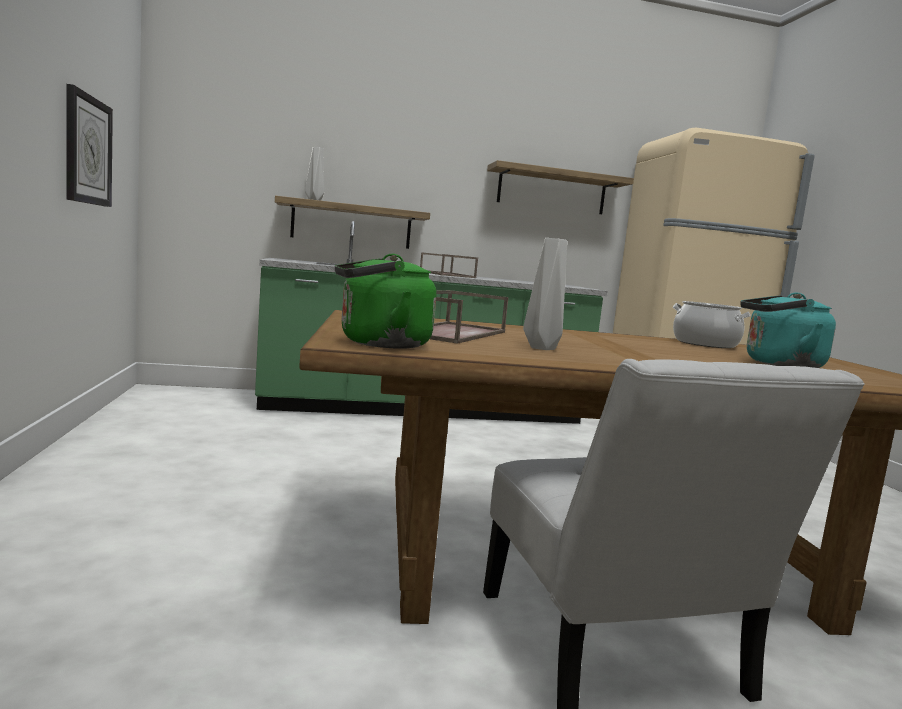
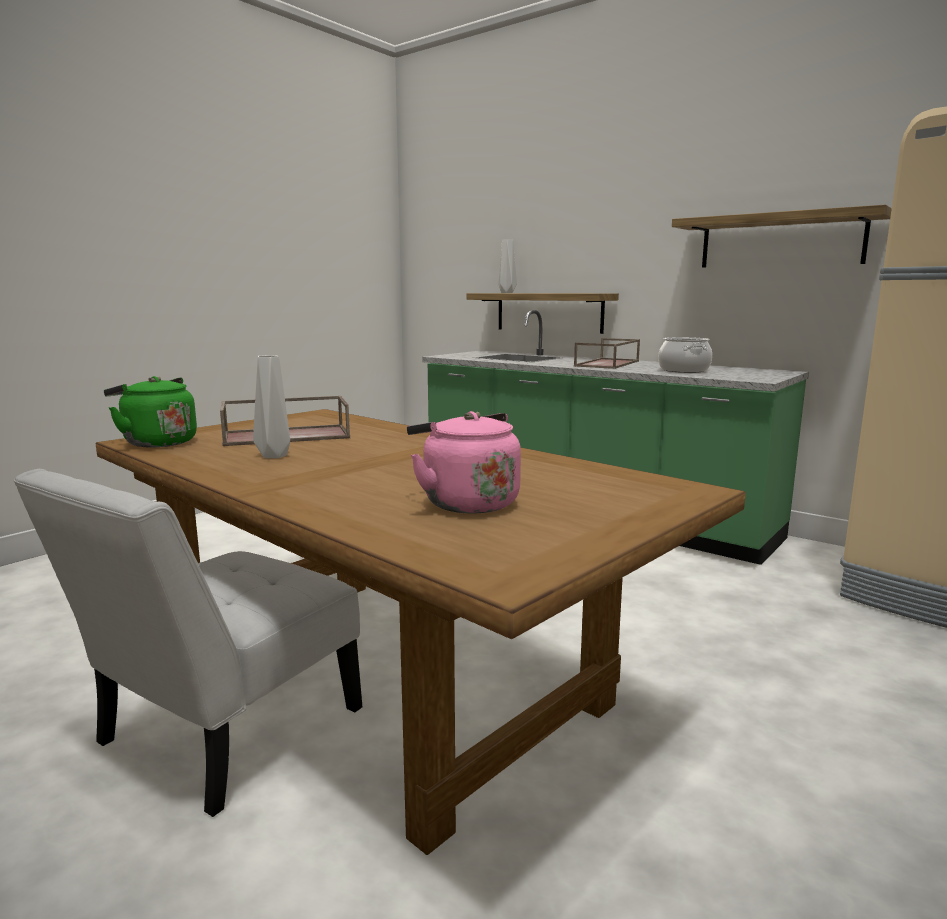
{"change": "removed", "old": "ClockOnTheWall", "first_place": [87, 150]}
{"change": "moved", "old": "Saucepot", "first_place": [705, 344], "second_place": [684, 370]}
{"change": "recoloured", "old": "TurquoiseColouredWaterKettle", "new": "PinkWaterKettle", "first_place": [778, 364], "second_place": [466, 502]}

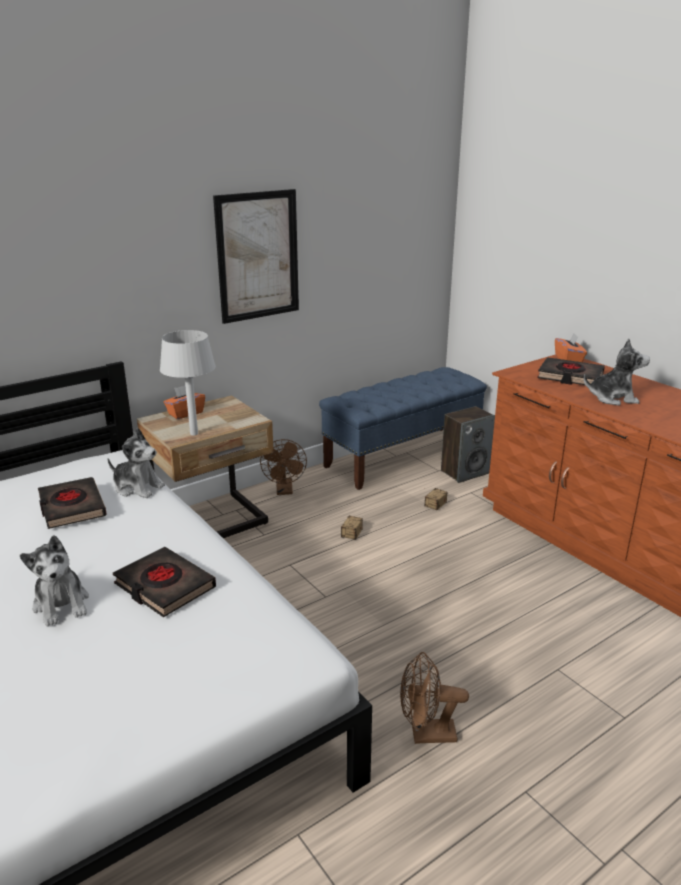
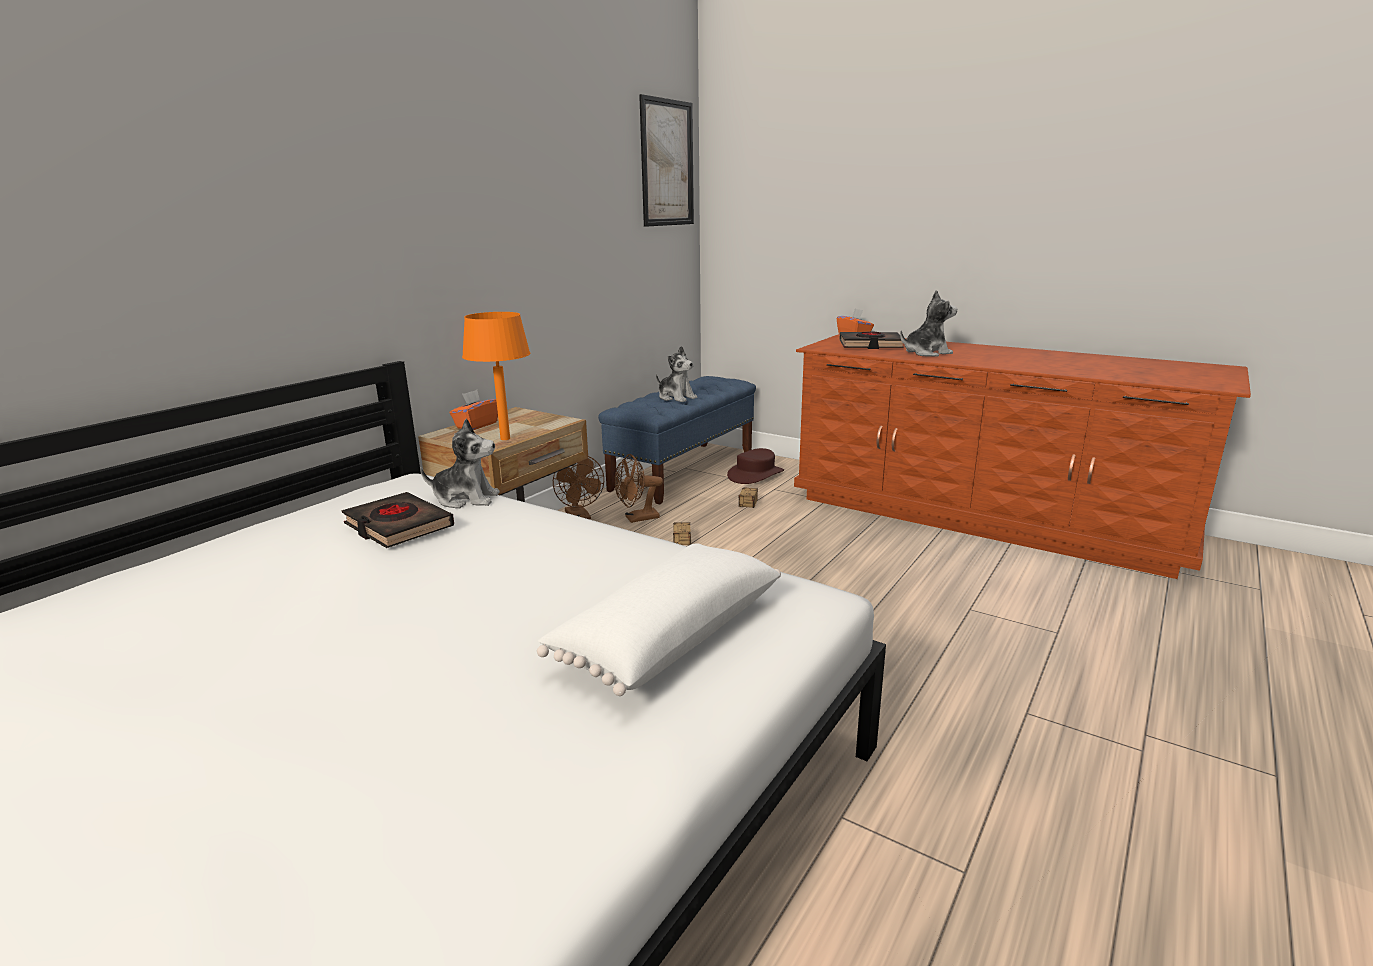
{"change": "moved", "old": "CuddlyToy", "first_place": [62, 604], "second_place": [676, 397]}
{"change": "removed", "old": "BlackishBook", "first_place": [164, 586]}
{"change": "recoloured", "old": "GreyishTabletopLamp", "new": "OrangeyTabletopLamp", "first_place": [194, 433], "second_place": [505, 438]}
{"change": "moved", "old": "WallArt", "first_place": [258, 256], "second_place": [667, 163]}
{"change": "moved", "old": "BrownishCoolingFan", "first_place": [426, 734], "second_place": [637, 518]}
{"change": "replaced", "old": "AudioSpeaker", "new": "BrownishClothingHat", "first_place": [465, 472], "second_place": [755, 474]}
{"change": "added", "new": "WhitishPillow", "second_place": [667, 636]}

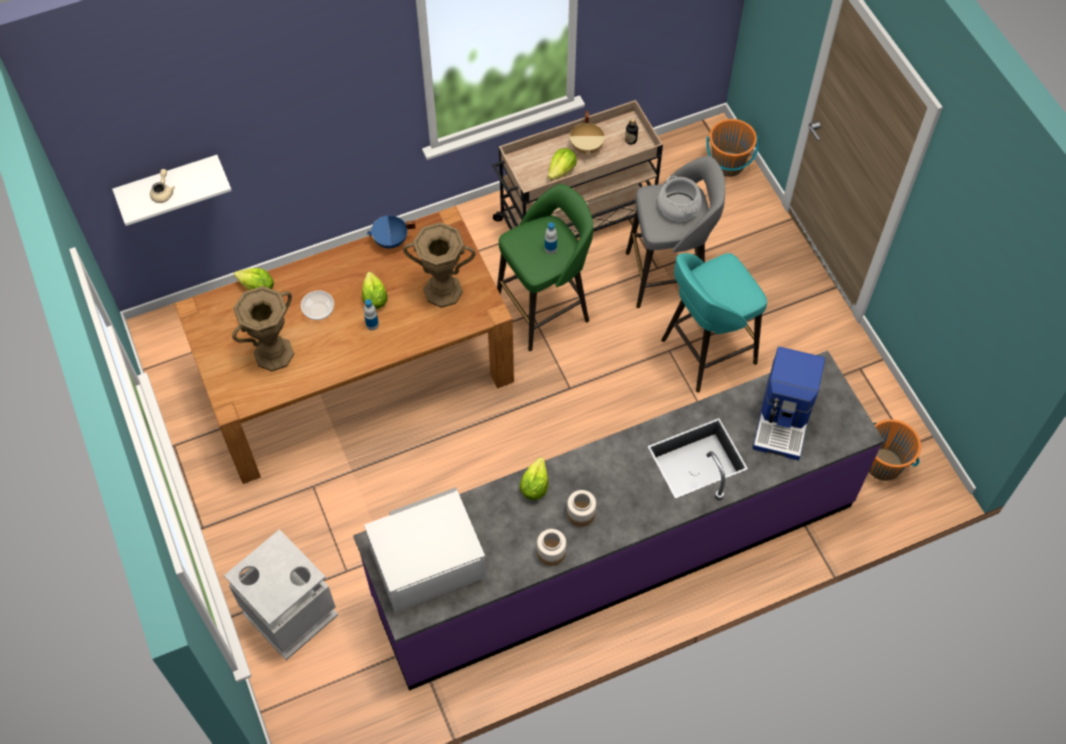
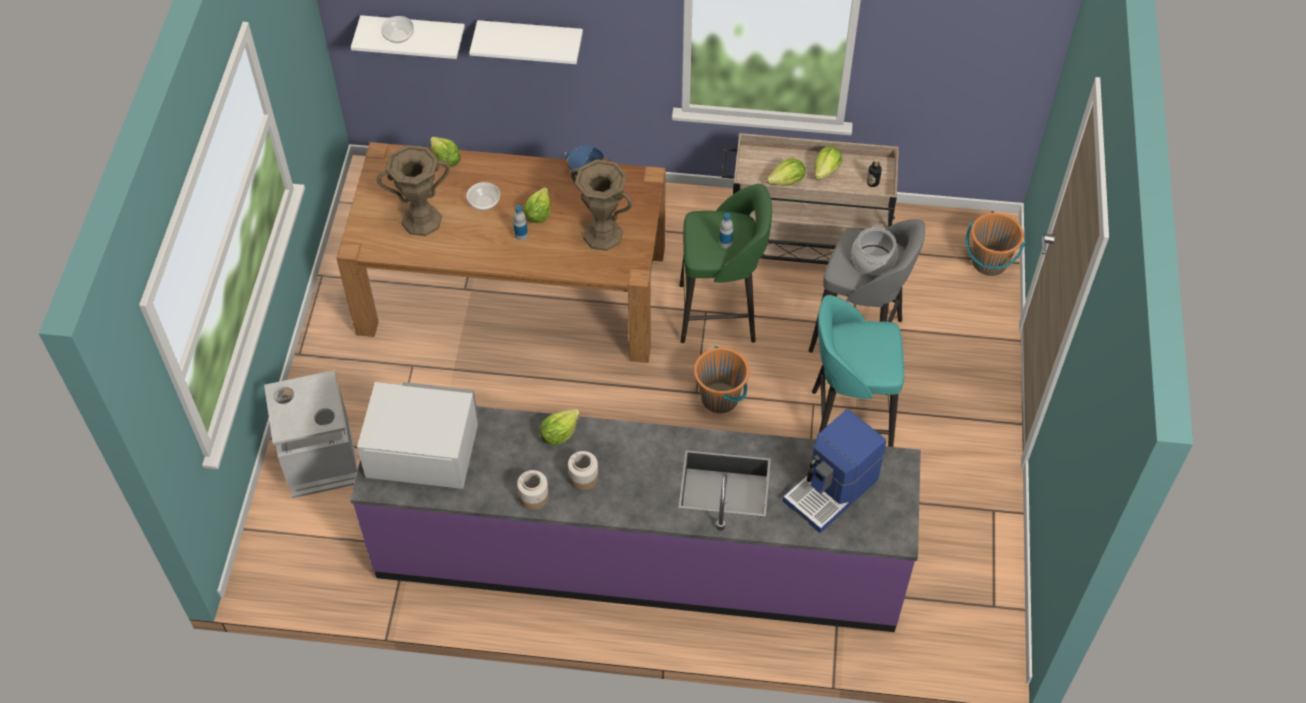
{"change": "replaced", "old": "BeigeTeaPot", "new": "Bowl", "first_place": [163, 192], "second_place": [398, 35]}
{"change": "replaced", "old": "BeigeSaucepot", "new": "Lettuce", "first_place": [587, 147], "second_place": [826, 171]}
{"change": "moved", "old": "OrangeyWaterBucket", "first_place": [883, 464], "second_place": [720, 398]}
{"change": "added", "new": "WhitishBracketShelf", "second_place": [531, 39]}

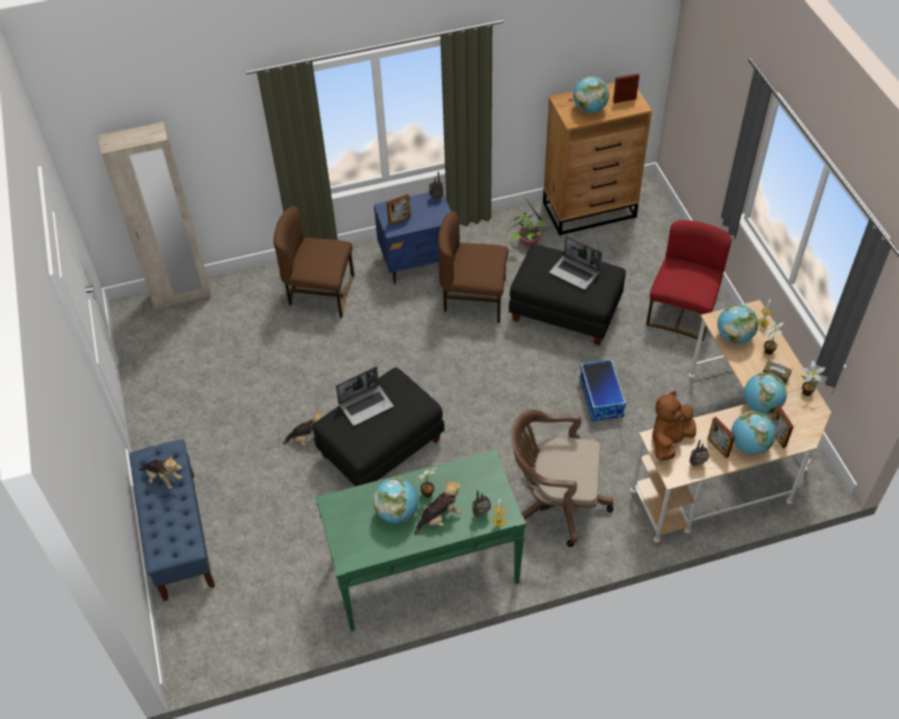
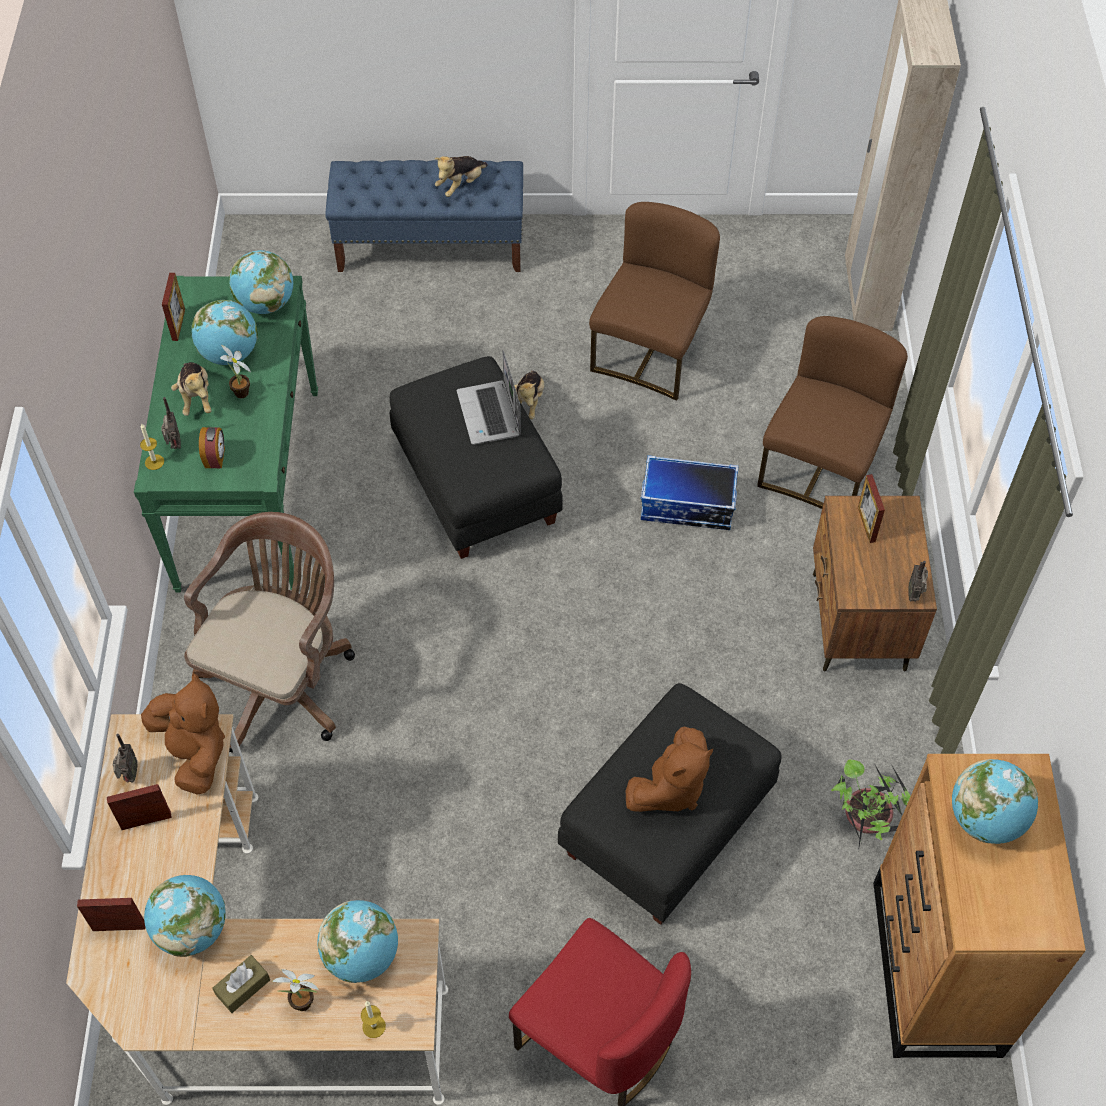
{"change": "recoloured", "old": "BlueColouredNightTable", "new": "BrownishNightTable", "first_place": [418, 262], "second_place": [857, 622]}
{"change": "moved", "old": "BrownishPlainChair", "first_place": [474, 299], "second_place": [651, 353]}
{"change": "replaced", "old": "NotebookComputer", "new": "BrownishCuddlyToy", "first_place": [575, 273], "second_place": [670, 788]}
{"change": "moved", "old": "StorageBox", "first_place": [601, 398], "second_place": [686, 506]}
{"change": "moved", "old": "PhotoFrame", "first_place": [624, 100], "second_place": [178, 325]}
{"change": "moved", "old": "WorldGlobe", "first_place": [749, 445], "second_place": [265, 304]}
{"change": "removed", "old": "PlantInAPot", "first_place": [805, 392]}
{"change": "added", "new": "TableClock", "second_place": [215, 458]}

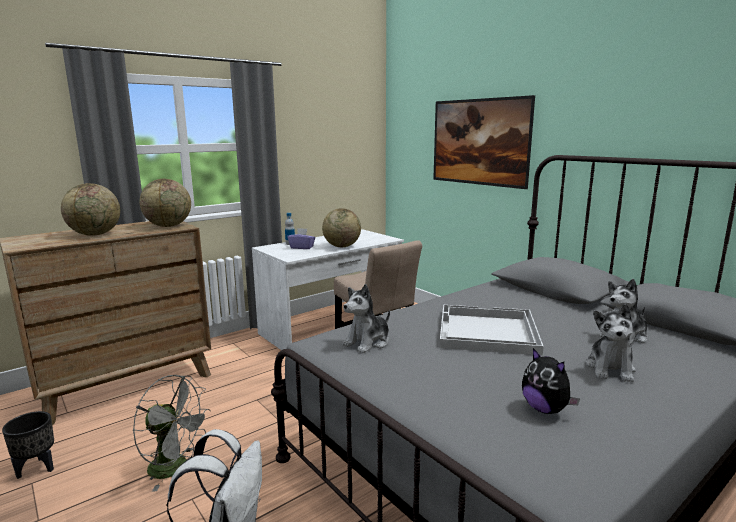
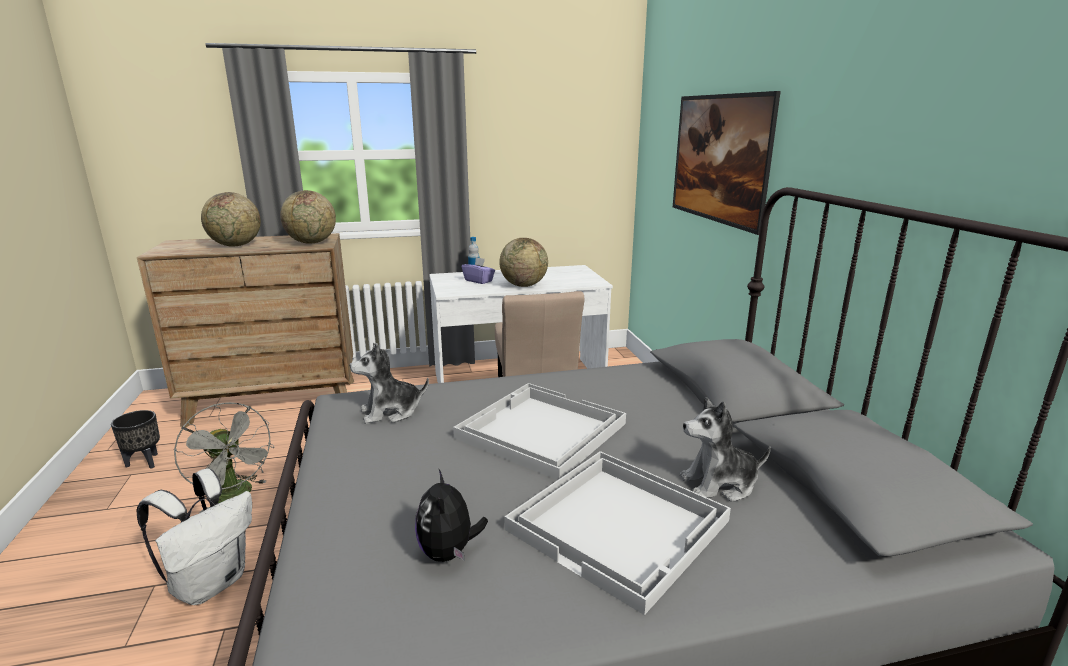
{"change": "replaced", "old": "CuddlyToy", "new": "WhitishCarryingTray", "first_place": [610, 368], "second_place": [620, 525]}

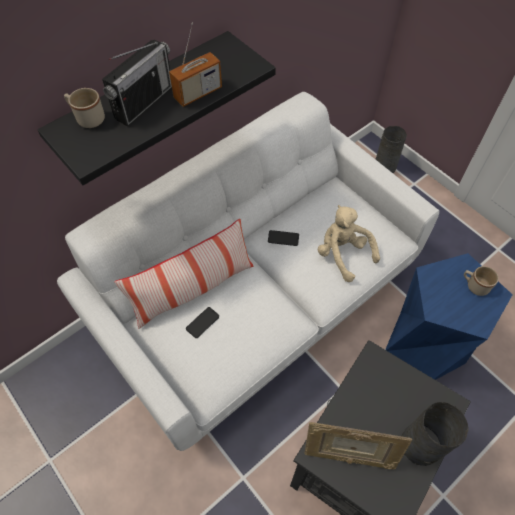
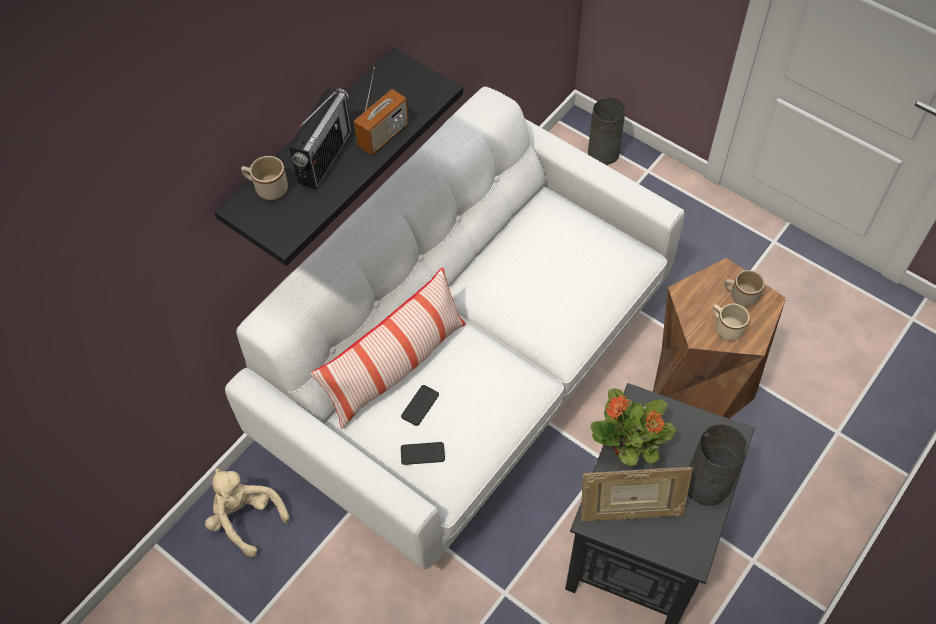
{"change": "moved", "old": "Phone", "first_place": [283, 238], "second_place": [422, 453]}
{"change": "moved", "old": "BeigeCuddlyToy", "first_place": [343, 254], "second_place": [245, 518]}
{"change": "recoloured", "old": "BlueColouredSittingStool", "new": "BrownishSittingStool", "first_place": [424, 345], "second_place": [699, 386]}
{"change": "added", "new": "PlantInAPot", "second_place": [628, 450]}
{"change": "added", "new": "BeigeMug", "second_place": [725, 327]}

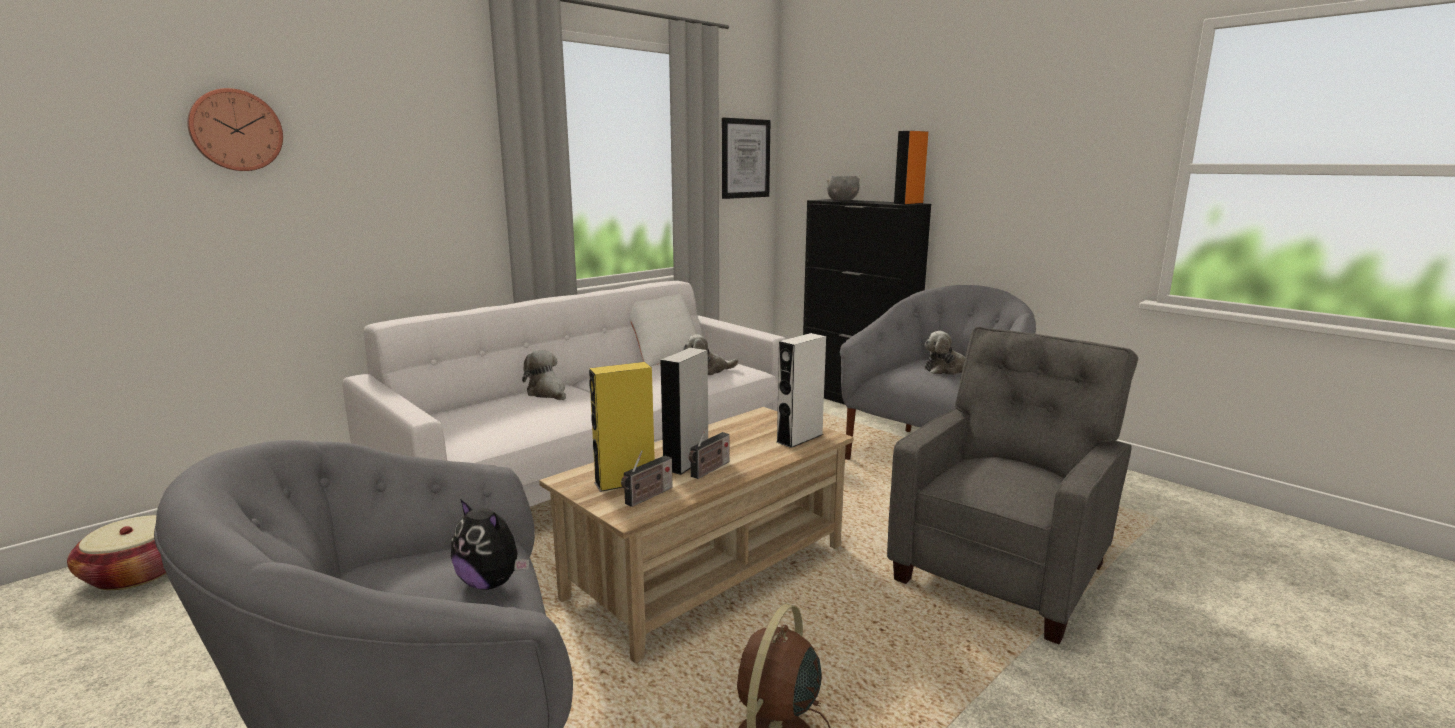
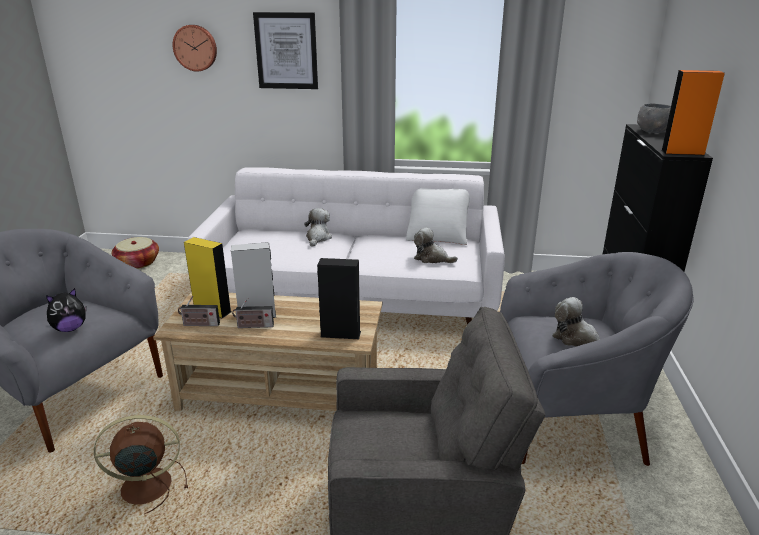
{"change": "turned", "old": "CuddlyToy", "first_place": [491, 583], "second_place": [70, 328], "degrees": -120}
{"change": "moved", "old": "WallArt", "first_place": [745, 158], "second_place": [286, 51]}
{"change": "recoloured", "old": "WhitishAudioSpeaker", "new": "BlackishAudioSpeaker", "first_place": [799, 438], "second_place": [340, 334]}

